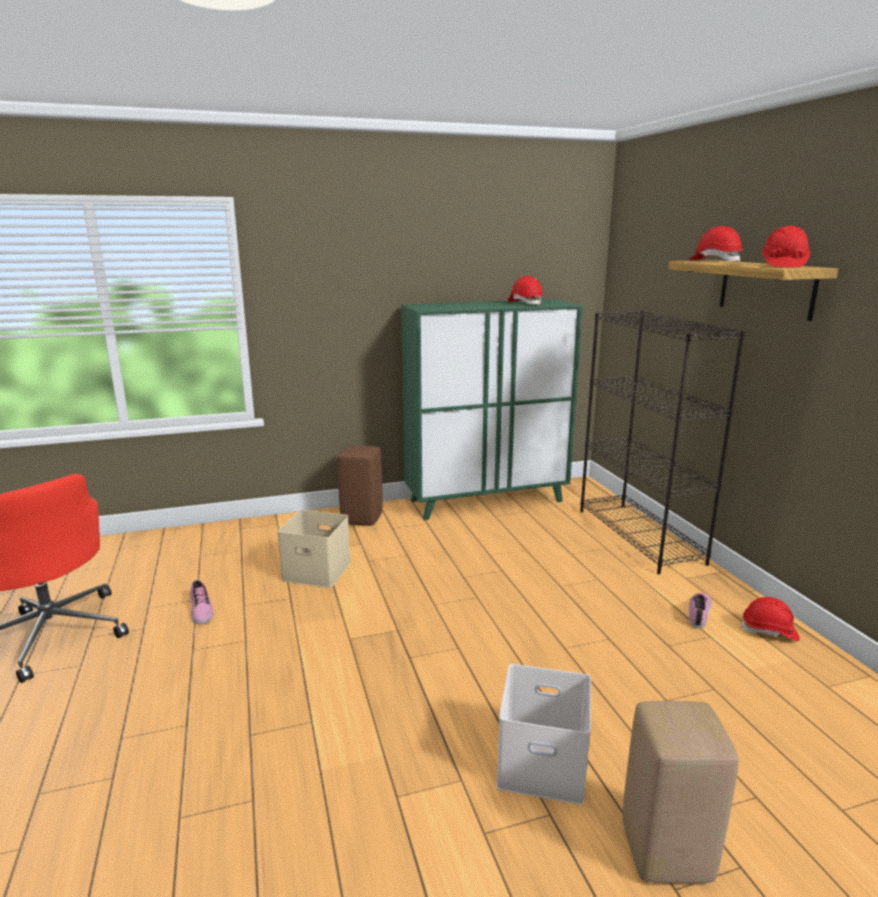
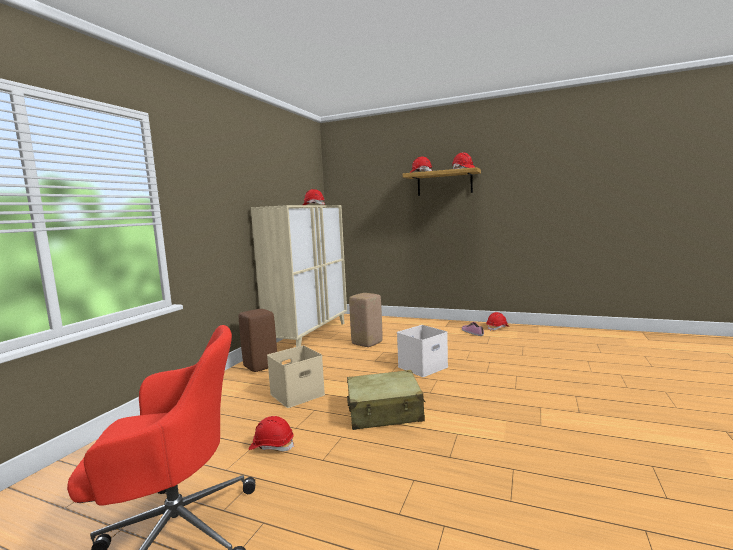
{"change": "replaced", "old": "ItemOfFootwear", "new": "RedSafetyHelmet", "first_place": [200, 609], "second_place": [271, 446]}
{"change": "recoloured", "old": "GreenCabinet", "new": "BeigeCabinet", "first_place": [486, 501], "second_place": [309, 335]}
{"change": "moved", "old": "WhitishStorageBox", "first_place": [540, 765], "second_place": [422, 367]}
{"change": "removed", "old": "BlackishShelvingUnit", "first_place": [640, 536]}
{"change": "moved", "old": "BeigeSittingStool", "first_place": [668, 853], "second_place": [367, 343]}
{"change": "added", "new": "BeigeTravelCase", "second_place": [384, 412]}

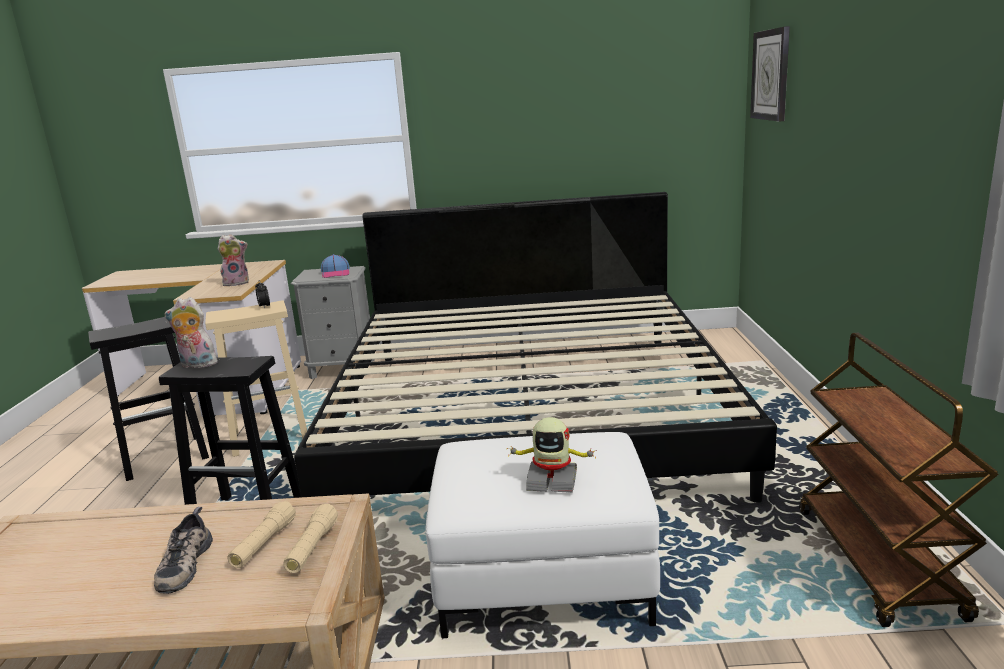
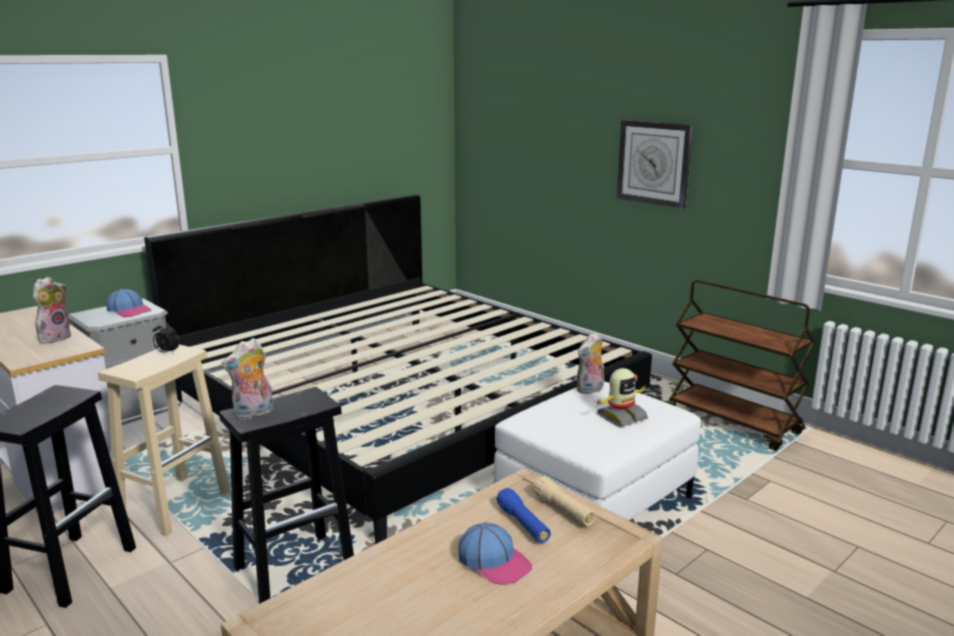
{"change": "replaced", "old": "ItemOfFootwear", "new": "BaseballCap", "first_place": [183, 564], "second_place": [494, 562]}
{"change": "recoloured", "old": "BeigeHandTorch", "new": "BlueColouredHandTorch", "first_place": [264, 544], "second_place": [523, 524]}
{"change": "moved", "old": "ClockOnTheWall", "first_place": [771, 75], "second_place": [654, 163]}
{"change": "added", "new": "CuddlyToy", "second_place": [590, 390]}

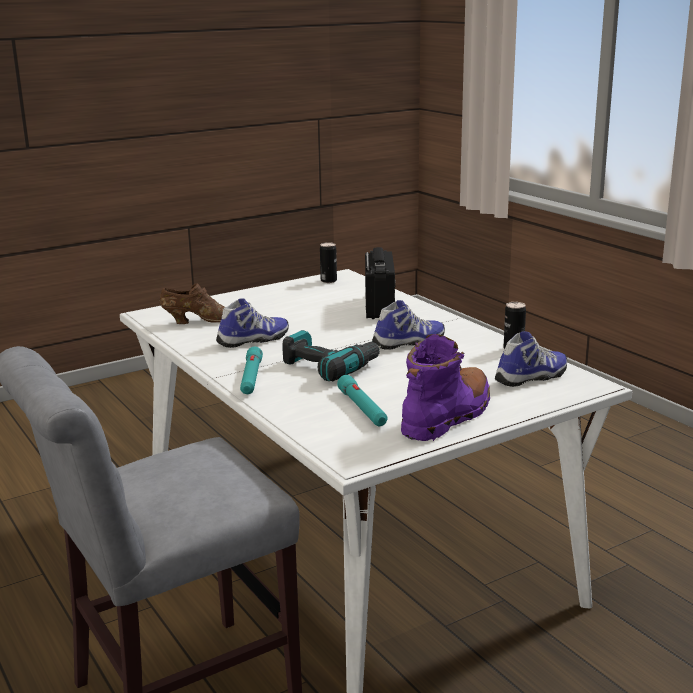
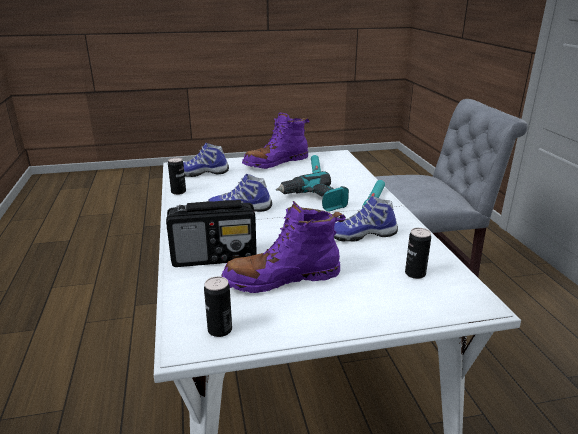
{"change": "replaced", "old": "BrownishItemOfFootwear", "new": "Can", "first_place": [198, 321], "second_place": [415, 274]}
{"change": "turned", "old": "RadioReceiver", "first_place": [379, 307], "second_place": [215, 257], "degrees": -120}
{"change": "added", "new": "PurplishHighTopBoot", "second_place": [282, 279]}

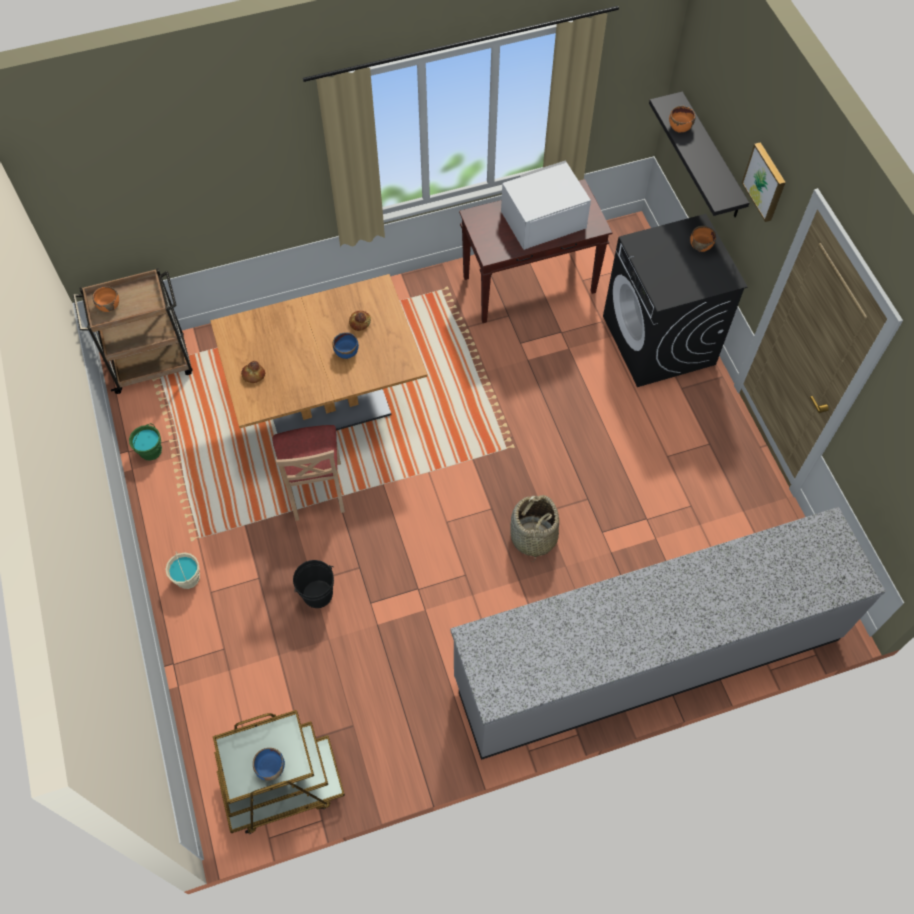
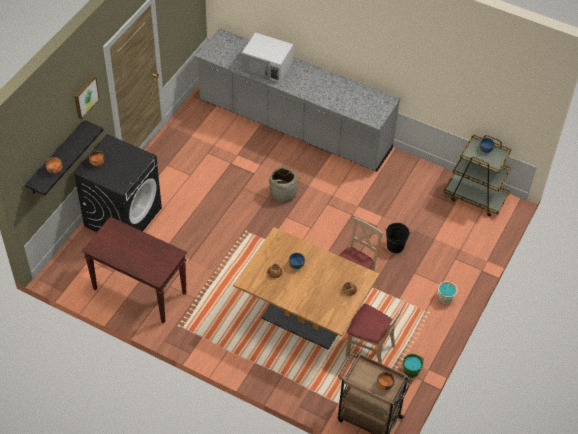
{"change": "moved", "old": "WhitishMicrowave", "first_place": [542, 219], "second_place": [267, 66]}
{"change": "added", "new": "BeigePlainChair", "second_place": [370, 350]}

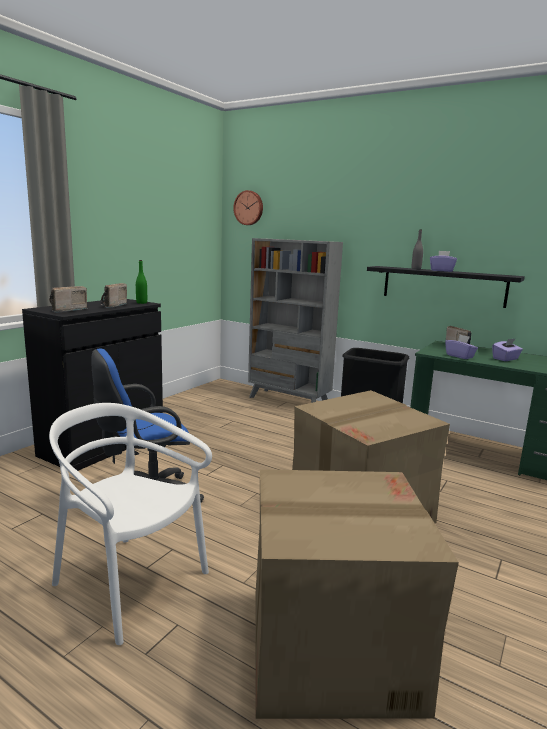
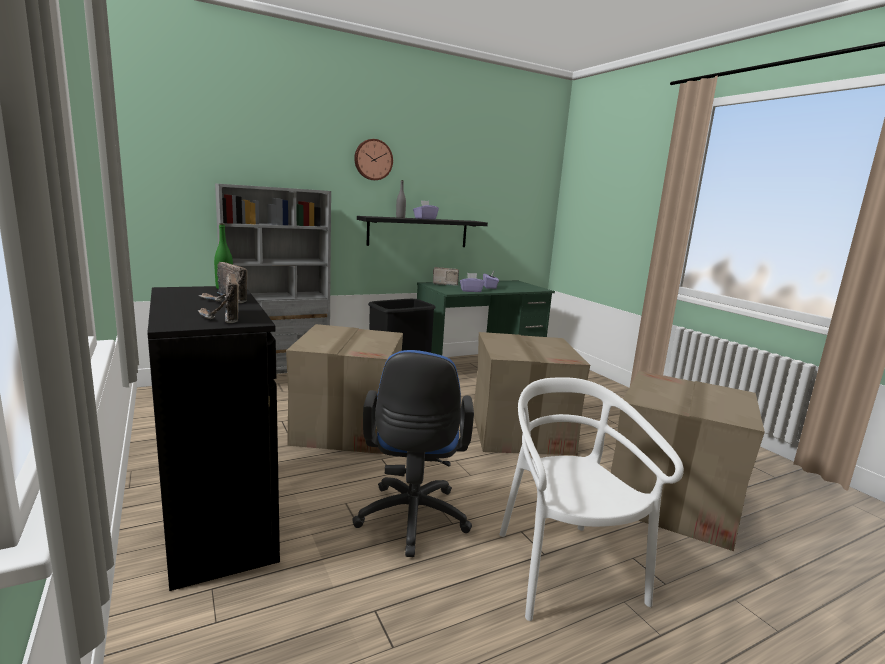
{"change": "turned", "old": "WhitishPlainChair", "first_place": [129, 583], "second_place": [565, 570], "degrees": 105}
{"change": "moved", "old": "ClockOnTheWall", "first_place": [249, 208], "second_place": [373, 159]}
{"change": "added", "new": "PackingBox", "second_place": [348, 427]}

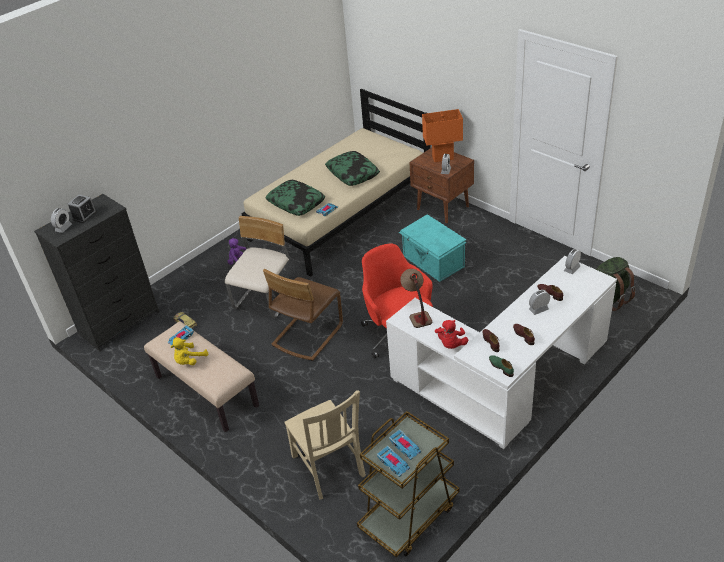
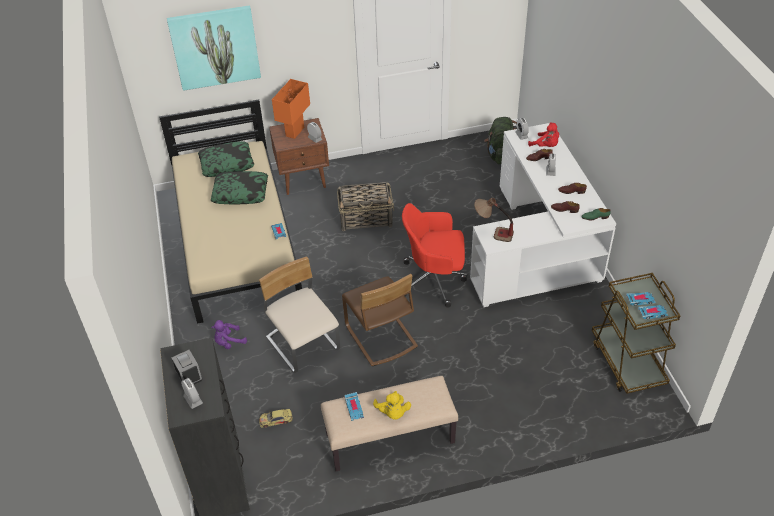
{"change": "moved", "old": "Pillow", "first_place": [296, 202], "second_place": [227, 164]}
{"change": "removed", "old": "BeigePlainChair", "first_place": [329, 467]}
{"change": "replaced", "old": "TurquoiseColouredStorageBox", "new": "Basket", "first_place": [433, 262], "second_place": [366, 218]}
{"change": "moved", "old": "RedCuddlyToy", "first_place": [451, 344], "second_place": [545, 146]}
{"change": "added", "new": "WallArt", "second_place": [215, 47]}

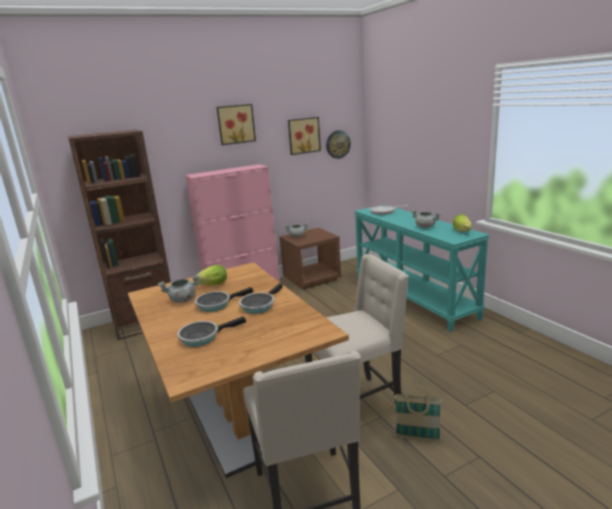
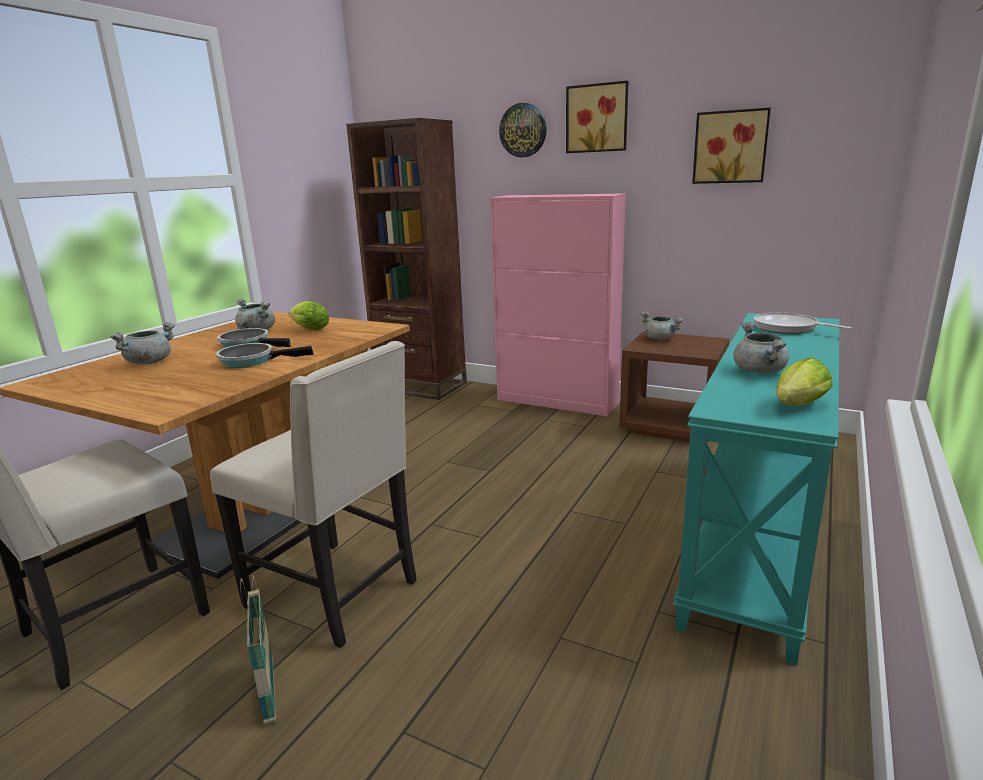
{"change": "replaced", "old": "Skillet", "new": "GreyishSaucepot", "first_place": [203, 336], "second_place": [149, 362]}
{"change": "moved", "old": "ClockOnTheWall", "first_place": [337, 144], "second_place": [523, 130]}

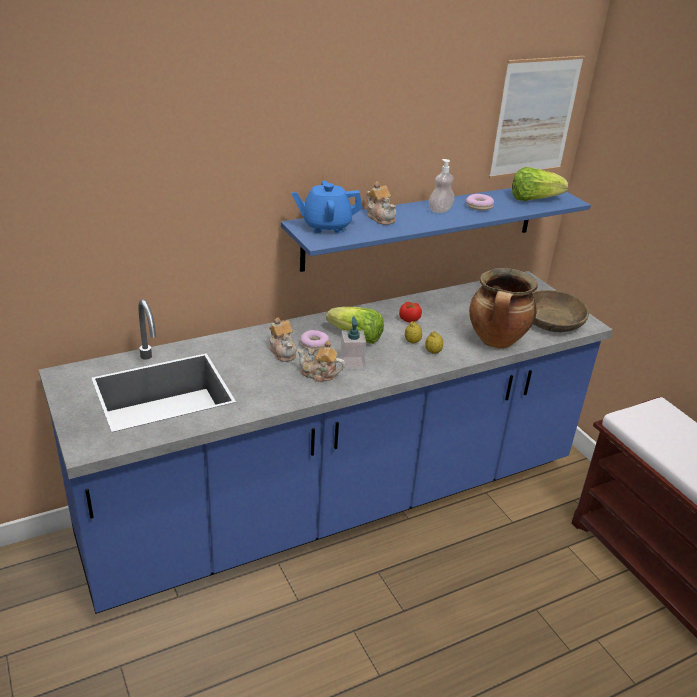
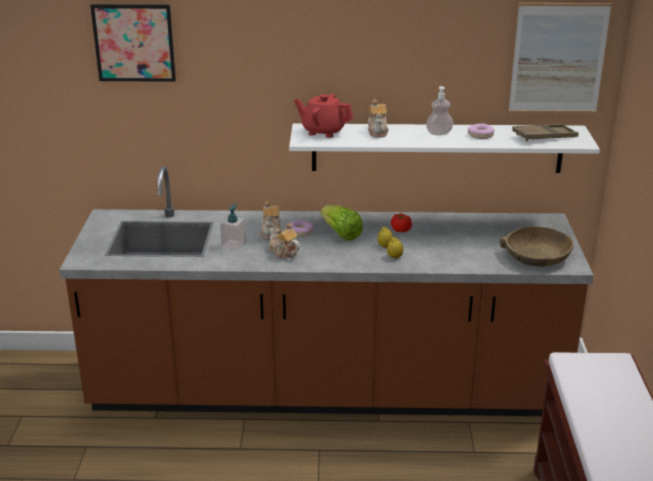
{"change": "recoloured", "old": "BlueColouredKitchenBaseUnit", "new": "BrownishKitchenBaseUnit", "first_place": [338, 502], "second_place": [326, 392]}
{"change": "recoloured", "old": "BlueColouredBracketShelf", "new": "WhitishBracketShelf", "first_place": [423, 225], "second_place": [437, 148]}
{"change": "recoloured", "old": "BlueColouredTeaPot", "new": "RedTeaPot", "first_place": [326, 226], "second_place": [323, 131]}
{"change": "moved", "old": "LiquidSoapBottle", "first_place": [351, 363], "second_place": [234, 245]}
{"change": "removed", "old": "Saucepot", "first_place": [497, 342]}
{"change": "replaced", "old": "Lettuce", "new": "BrownishCarryingTray", "first_place": [533, 199], "second_place": [544, 137]}
{"change": "added", "new": "WallArt", "second_place": [134, 43]}

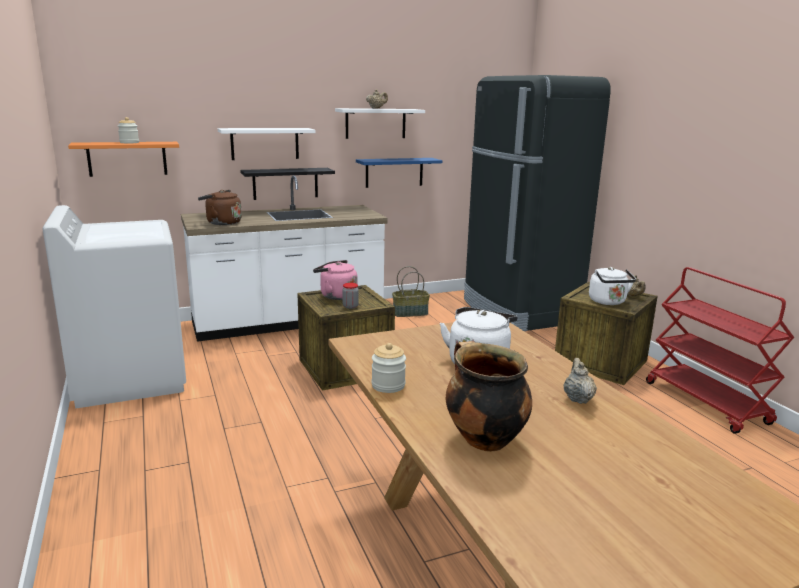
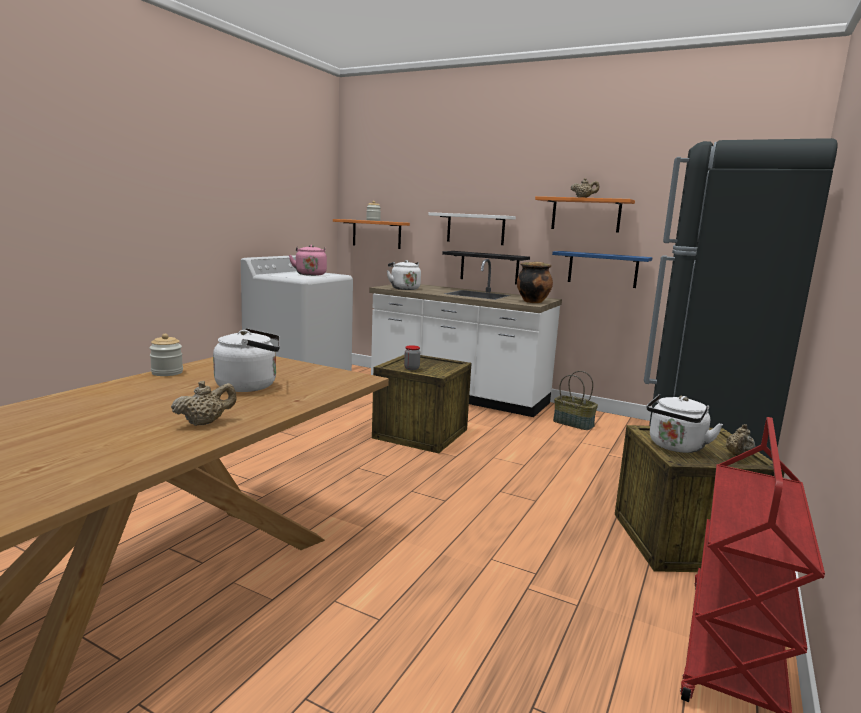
{"change": "recoloured", "old": "BrownishWaterKettle", "new": "WhitishWaterKettle", "first_place": [221, 223], "second_place": [404, 288]}
{"change": "moved", "old": "PinkWaterKettle", "first_place": [336, 296], "second_place": [310, 274]}
{"change": "recoloured", "old": "WhitishBracketShelf", "new": "OrangeyBracketShelf", "first_place": [375, 123], "second_place": [586, 214]}
{"change": "moved", "old": "Saucepot", "first_place": [483, 439], "second_place": [532, 301]}

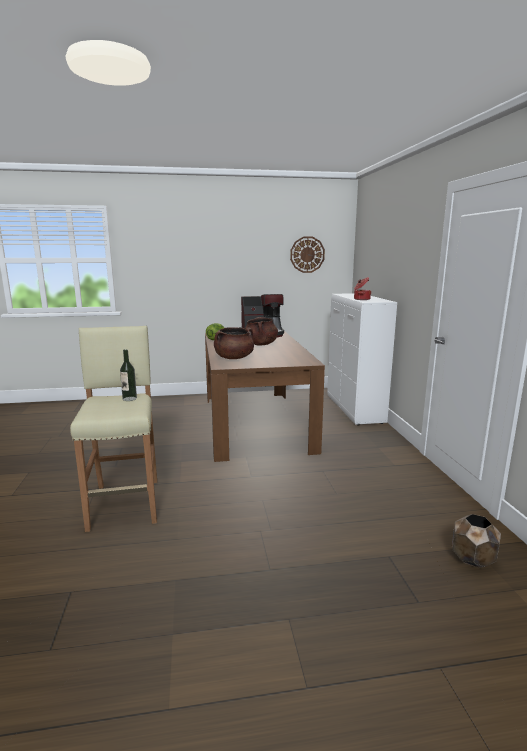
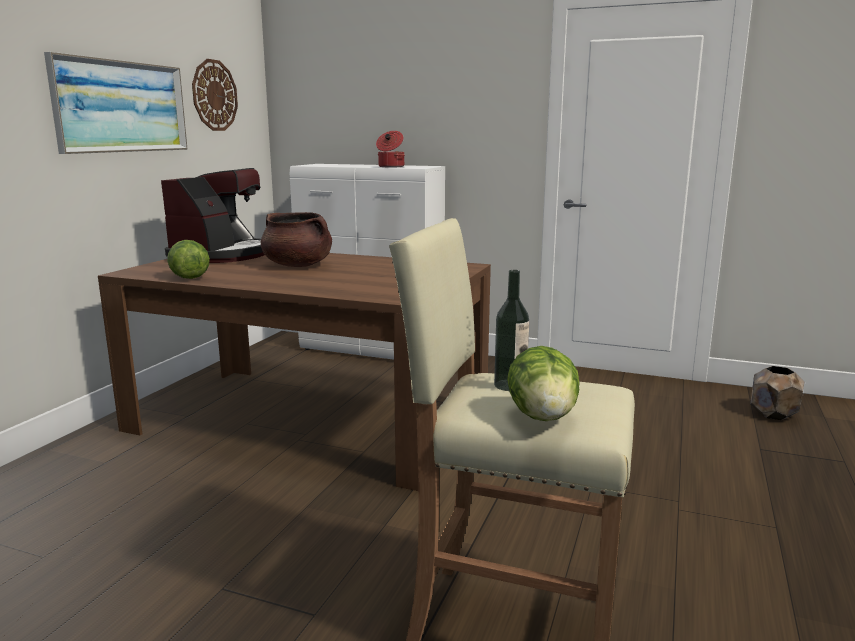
{"change": "removed", "old": "BrownishSaucepot", "first_place": [234, 358]}
{"change": "added", "new": "WallArt", "second_place": [121, 106]}
{"change": "added", "new": "Lettuce", "second_place": [542, 417]}

